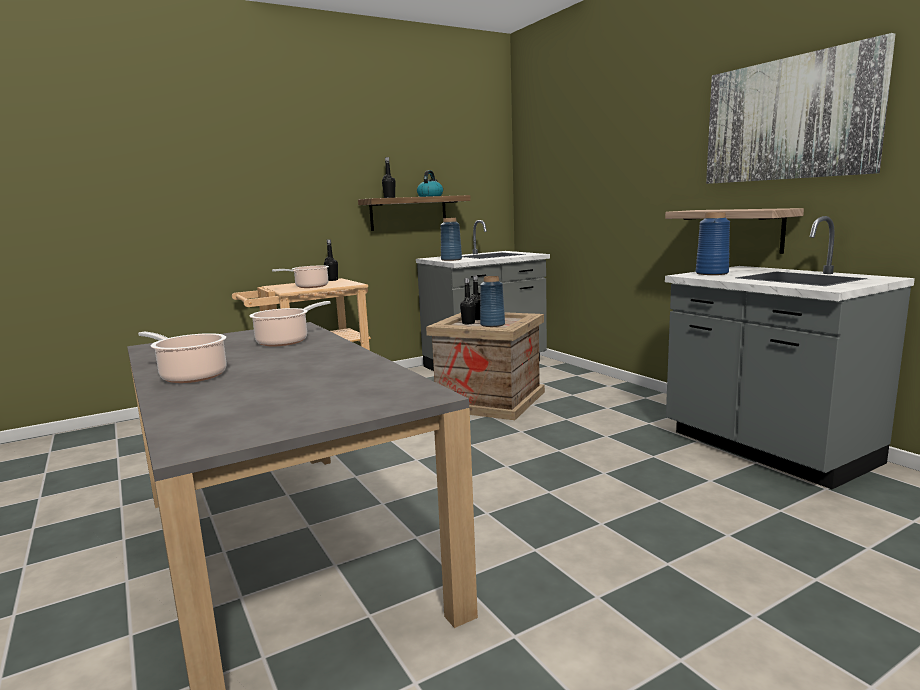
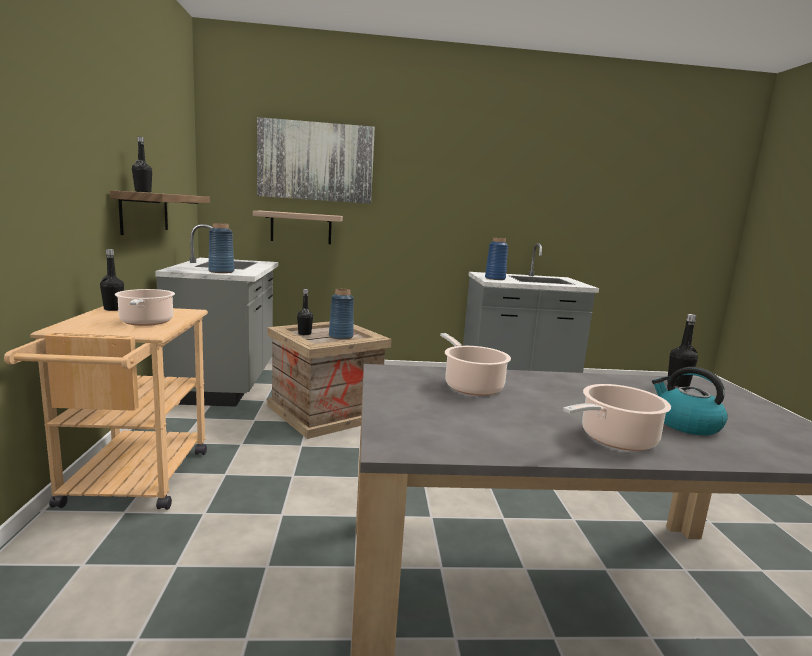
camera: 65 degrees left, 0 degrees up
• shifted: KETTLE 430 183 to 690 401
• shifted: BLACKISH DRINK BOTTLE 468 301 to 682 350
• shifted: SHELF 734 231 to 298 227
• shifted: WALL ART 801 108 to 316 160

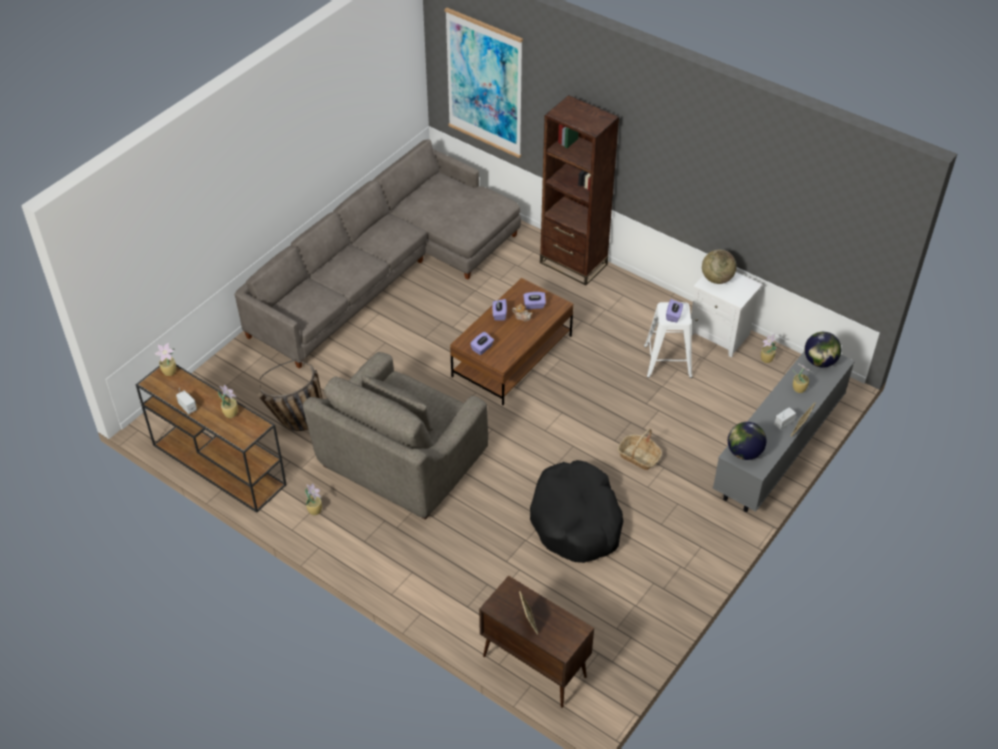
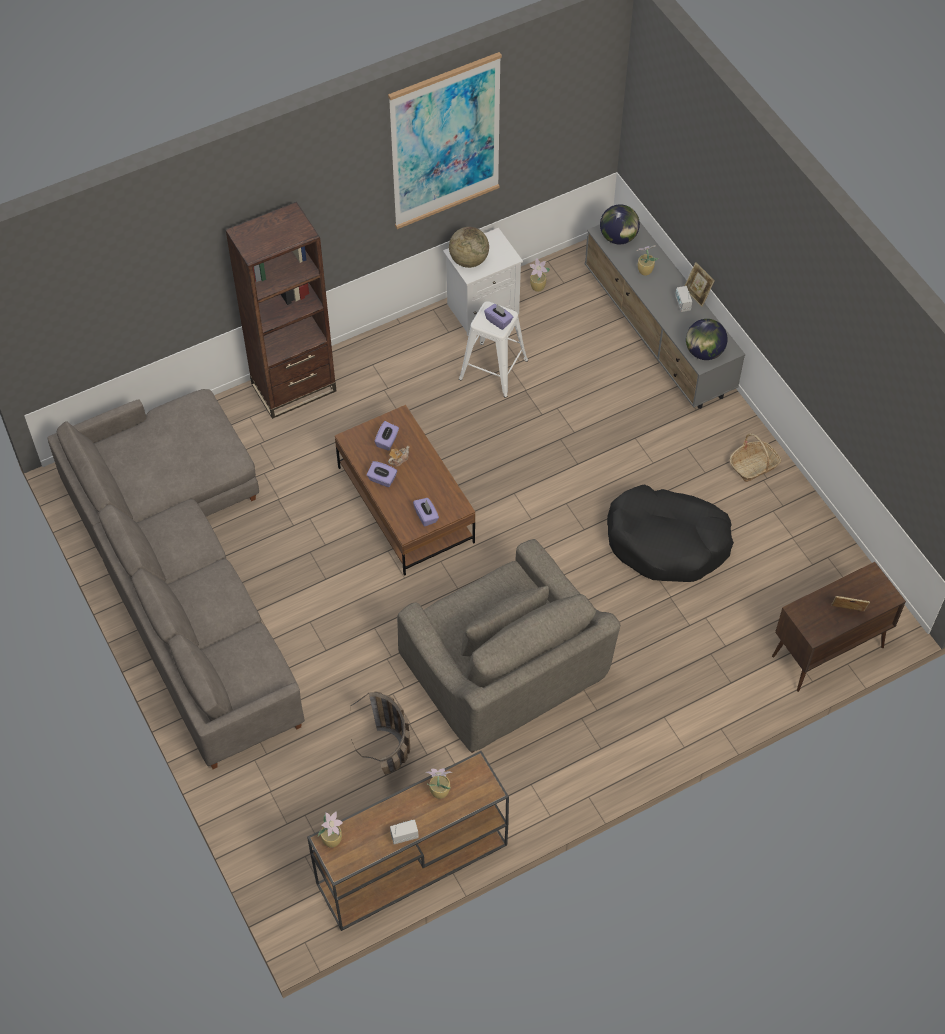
camera: 65 degrees left, 10 degrees up
• gone: HOUSEPLANT 313 499
• shifted: WALL ART 484 83 to 445 140
• shifted: HOUSEHOLD BASKET 640 449 to 755 457

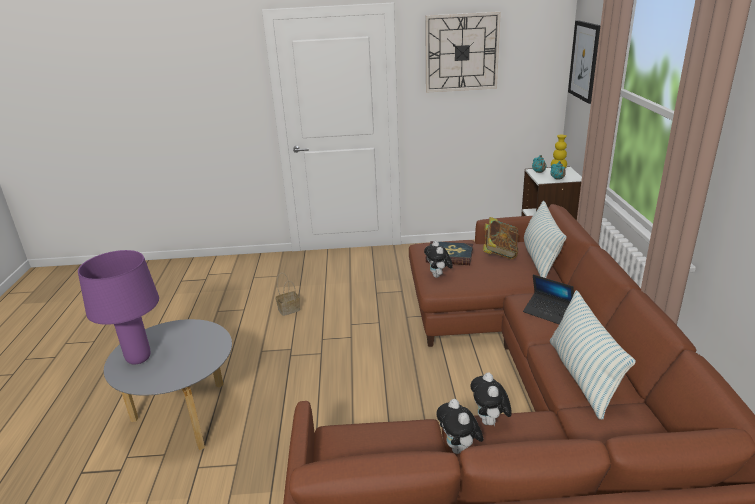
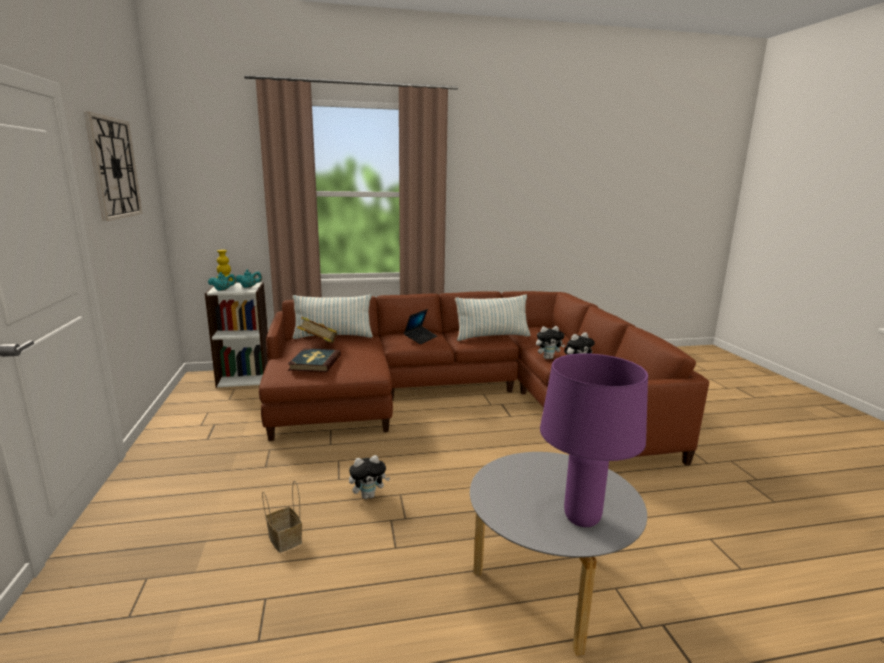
camera: 100 degrees left, 10 degrees down
• shifted: SOFT TOY 438 259 to 369 477
• gone: WALL ART 584 62

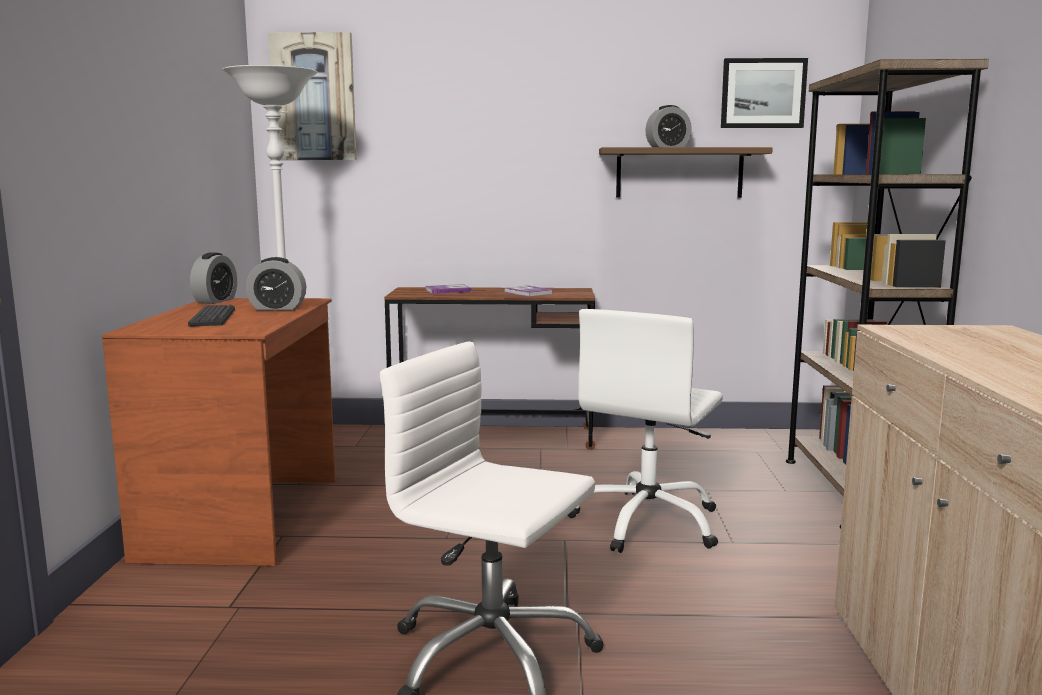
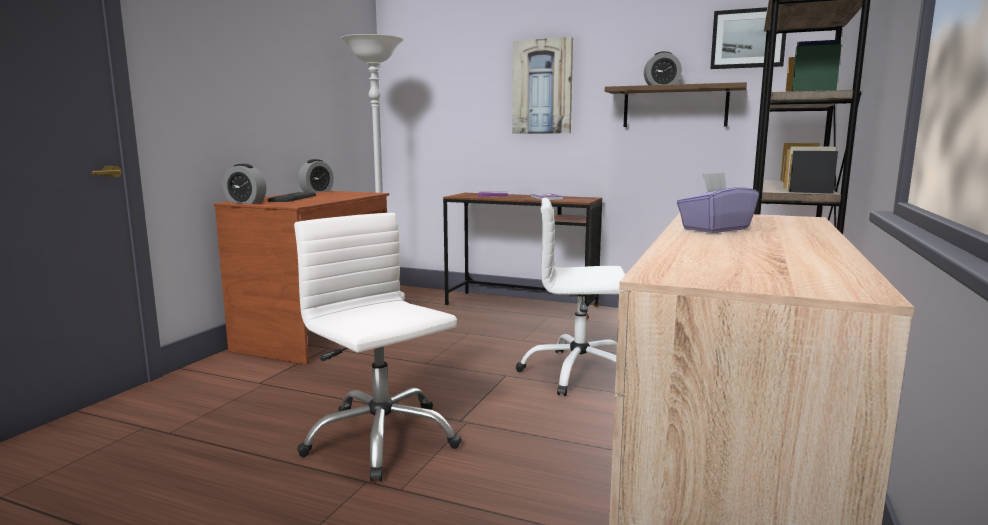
camera: 20 degrees right, 0 degrees up
• shifted: BEDSIDE CLOCK 276 283 to 244 184
• shifted: WALL ART 312 96 to 542 85
• rotated: WHITISH OFFICE CHAIR 645 431 = 571 297 45 degrees clockwise
• new: PURPLE-COLOURED TISSUE HOLDER 718 202

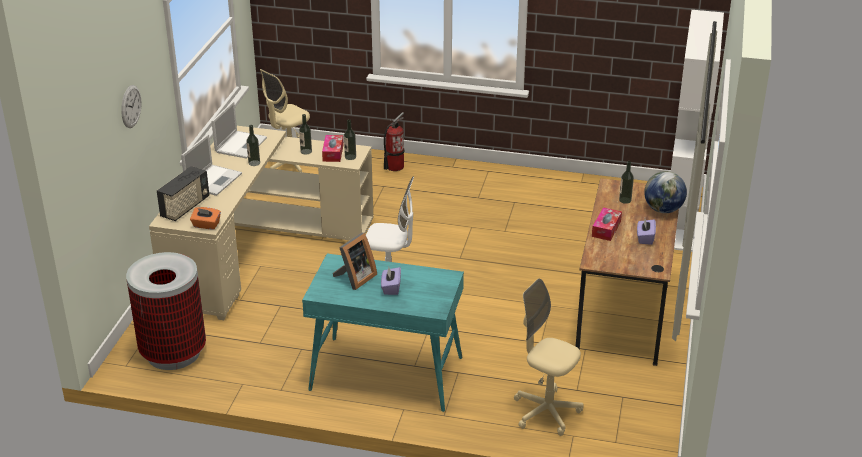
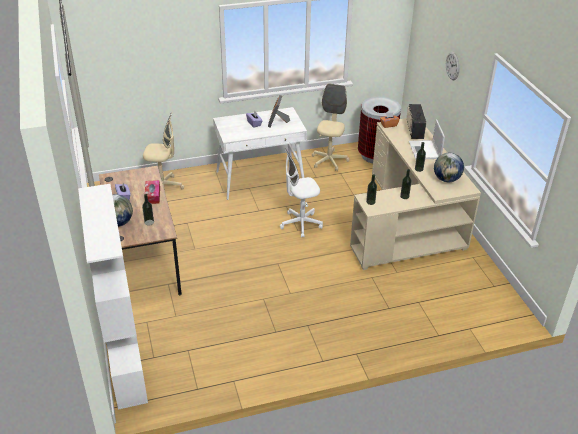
camera: 150 degrees right, 5 degrees up
• swapped: NOTEBOOK COMPUTER 239 130 to DESK GLOBE 449 167
• shifted: BEIGE-COLOURED OFFICE CHAIR 285 120 to 330 127
• repainted: TURQUOISE-COLOURED DESK UNIT 383 333 to WHITISH DESK UNIT 260 153
• gone: TISSUE HOLDER 332 148
• gone: EXTINGUISHER 394 141

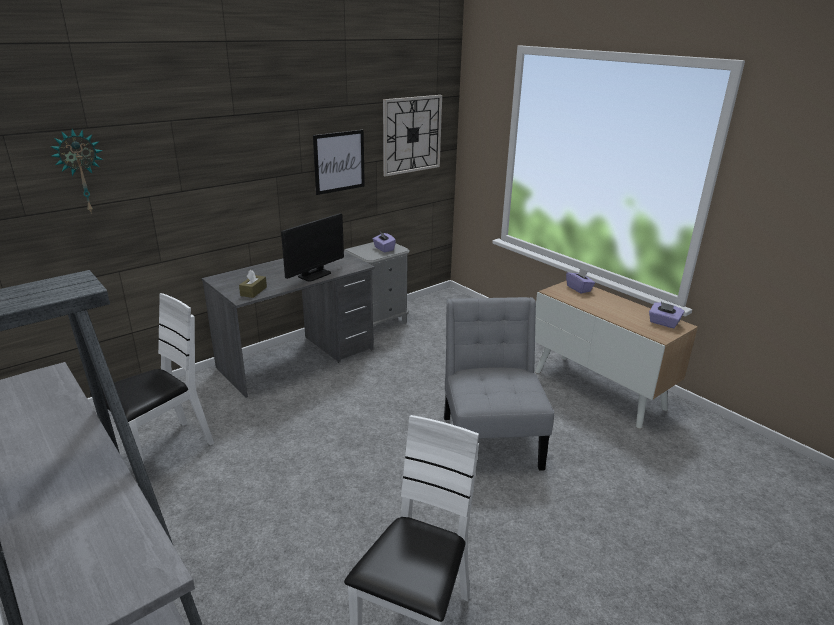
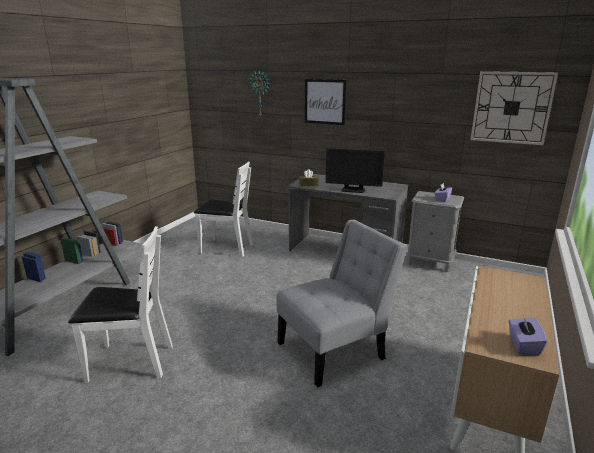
camera: 65 degrees right, 5 degrees down
• shifted: WALL ART 339 162 to 325 102
• gone: PURPLE-COLOURED TISSUE HOLDER 580 281

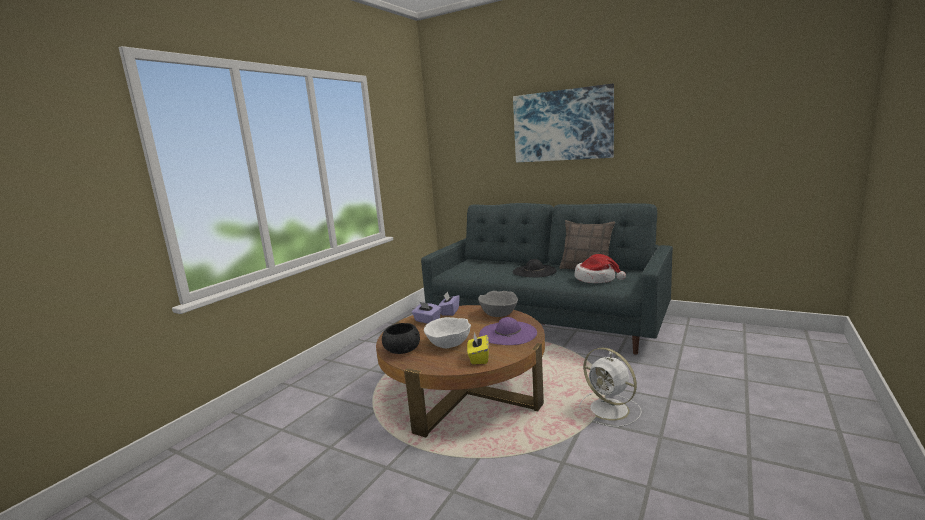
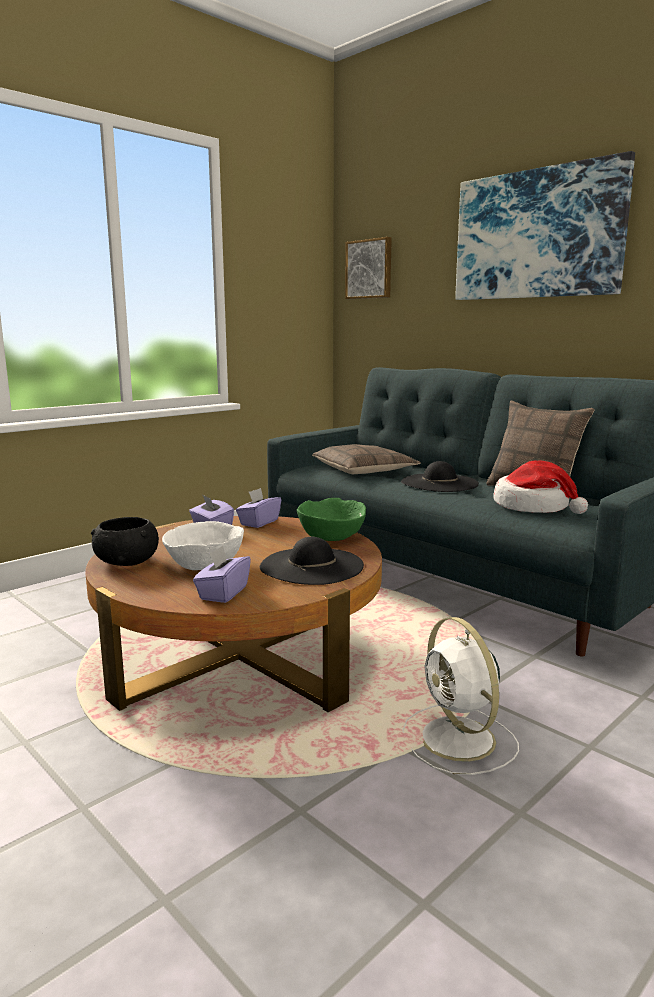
camera: 15 degrees right, 0 degrees up
• repainted: YELLOW-COLOURED TISSUE HOLDER 478 348 to PURPLE-COLOURED TISSUE HOLDER 222 574
• repainted: GRAY DEEP DISH 498 304 to GREEN-COLOURED DEEP DISH 331 519
• repainted: PURPLE-COLOURED CLOTHING HAT 508 331 to BLACKISH CLOTHING HAT 312 561
• new: THROW PILLOW 366 459
• new: WALL ART 368 268

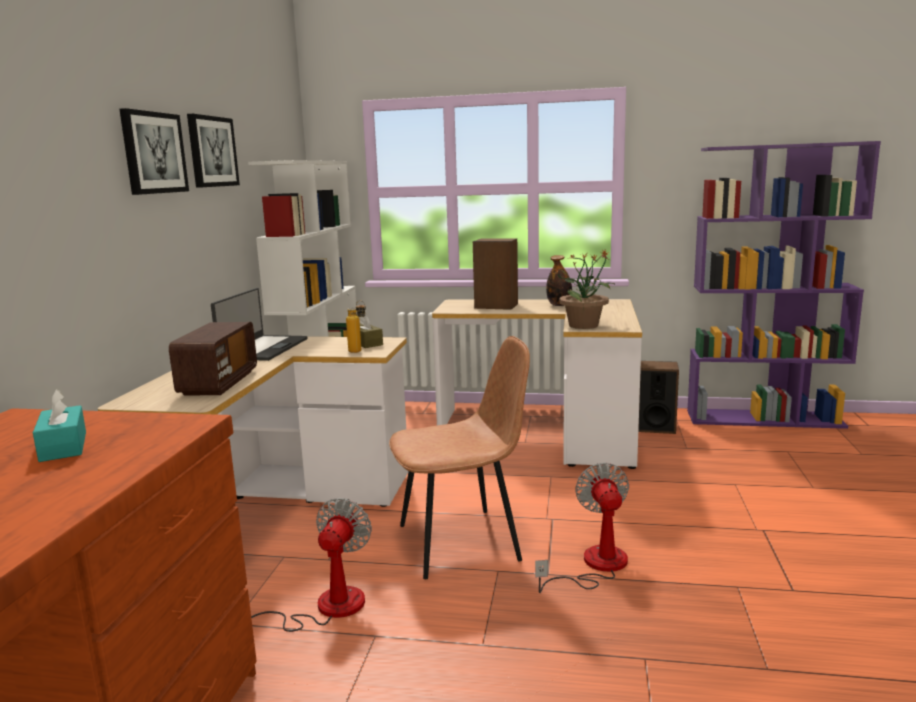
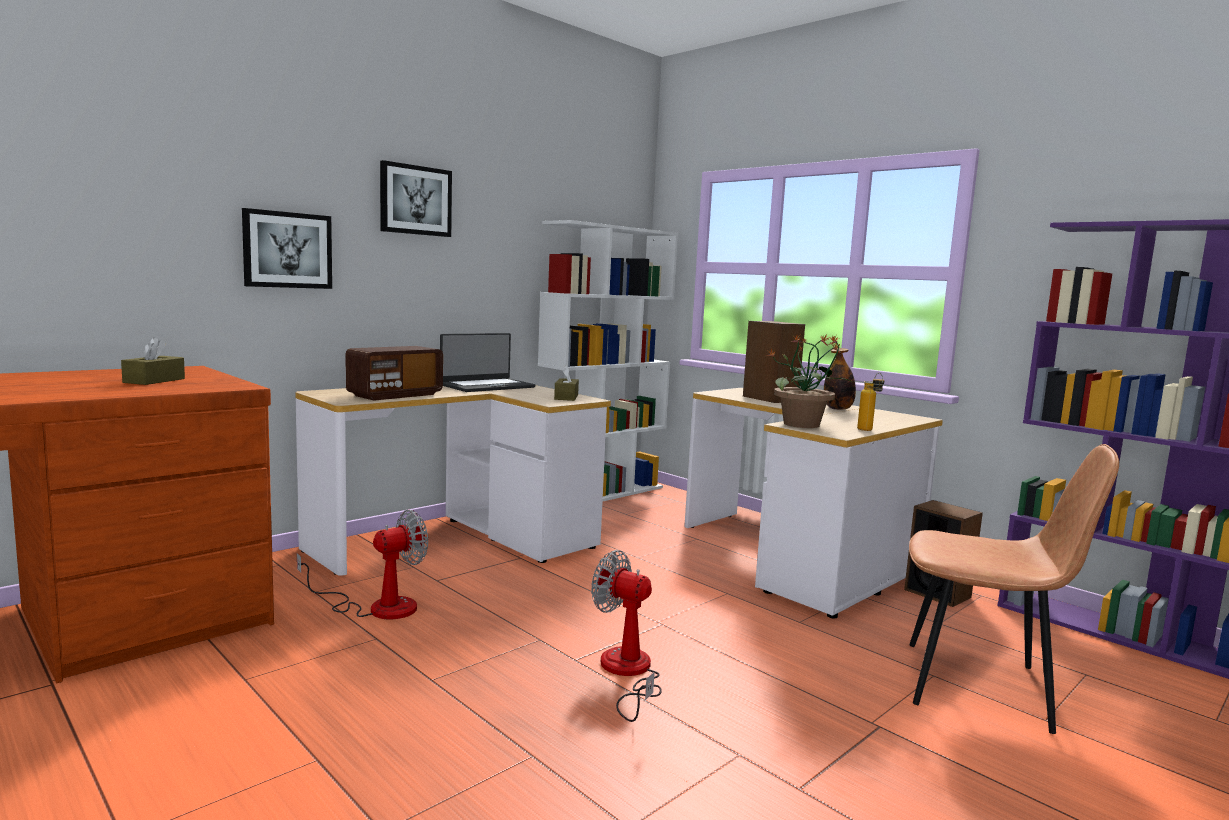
camera: 35 degrees right, 5 degrees down
• repainted: TURQUOISE-COLOURED TISSUE HOLDER 59 425 to BROWN TISSUE HOLDER 153 361
• shifted: WALL ART 213 151 to 287 248
• shifted: DRINK BOTTLE 356 326 to 870 402
• shifted: BROWN PLAIN CHAIR 459 457 to 1014 589
• rotated: FAN 582 527 = 626 636 90 degrees counterclockwise

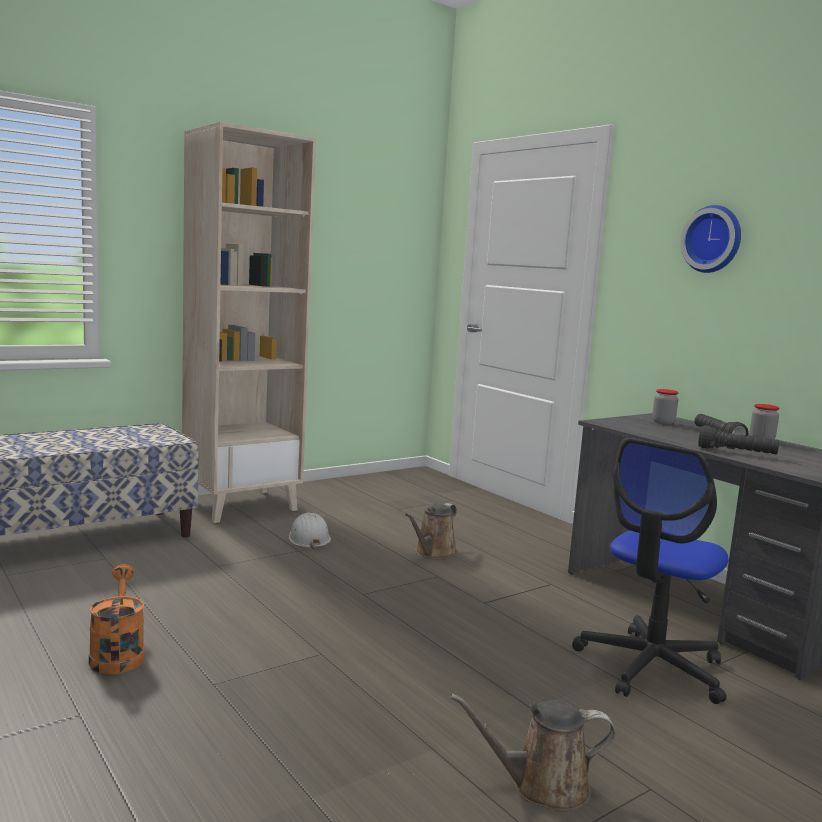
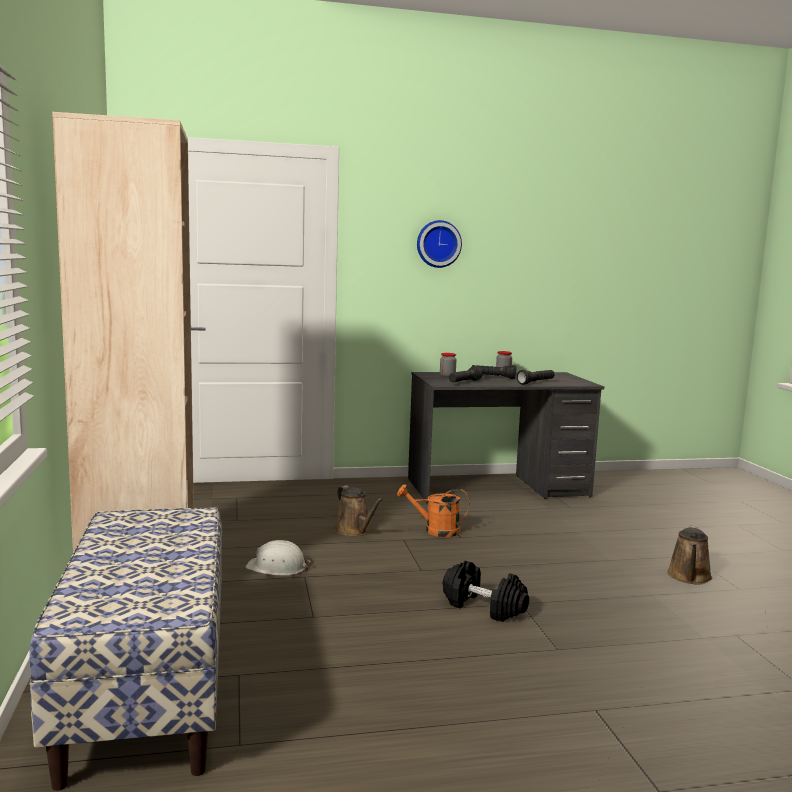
camera: 65 degrees left, 0 degrees up
• shifted: ORANGE WATERING POT 116 619 to 433 510
• gone: OFFICE CHAIR 650 571
• new: BLACKISH HAND WEIGHT 486 591
• new: BLACKISH FLASHLIGHT 466 374

